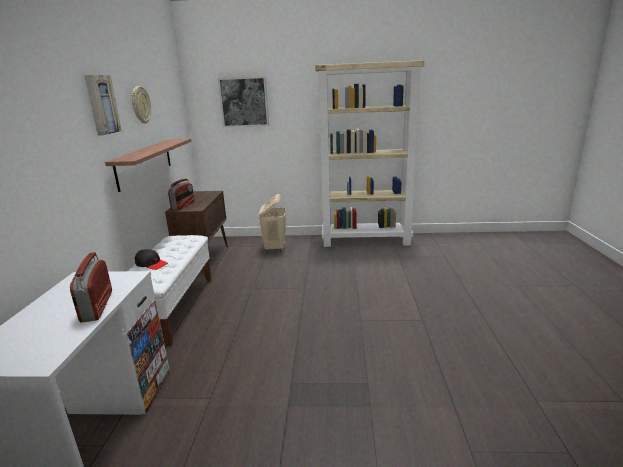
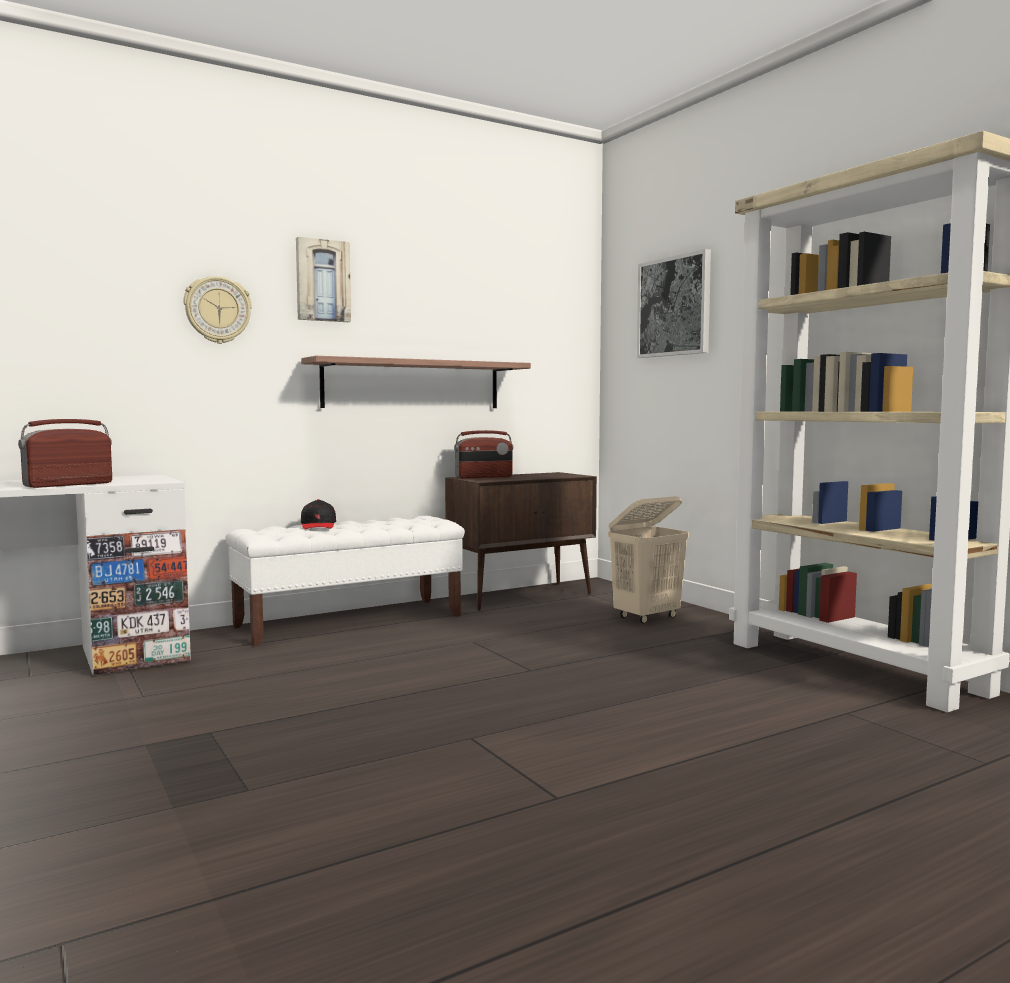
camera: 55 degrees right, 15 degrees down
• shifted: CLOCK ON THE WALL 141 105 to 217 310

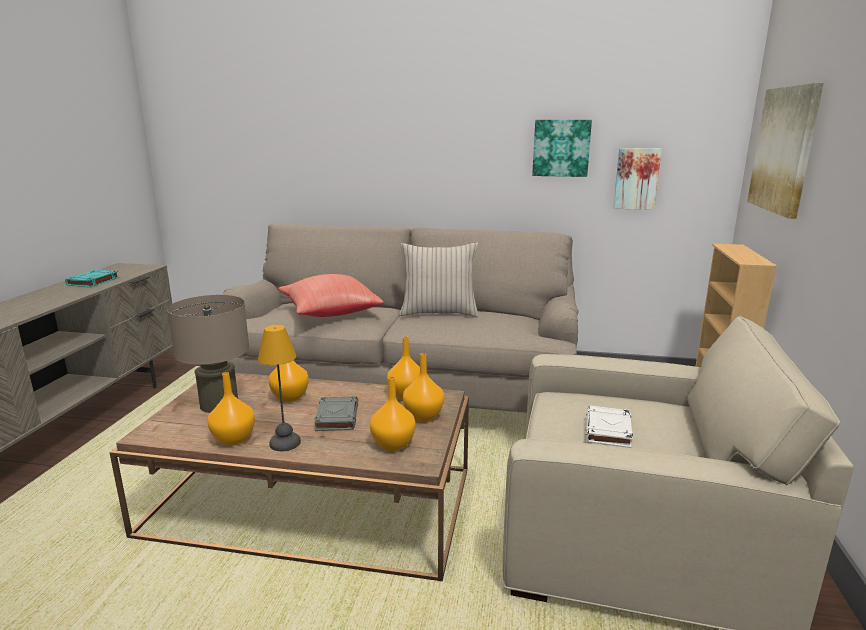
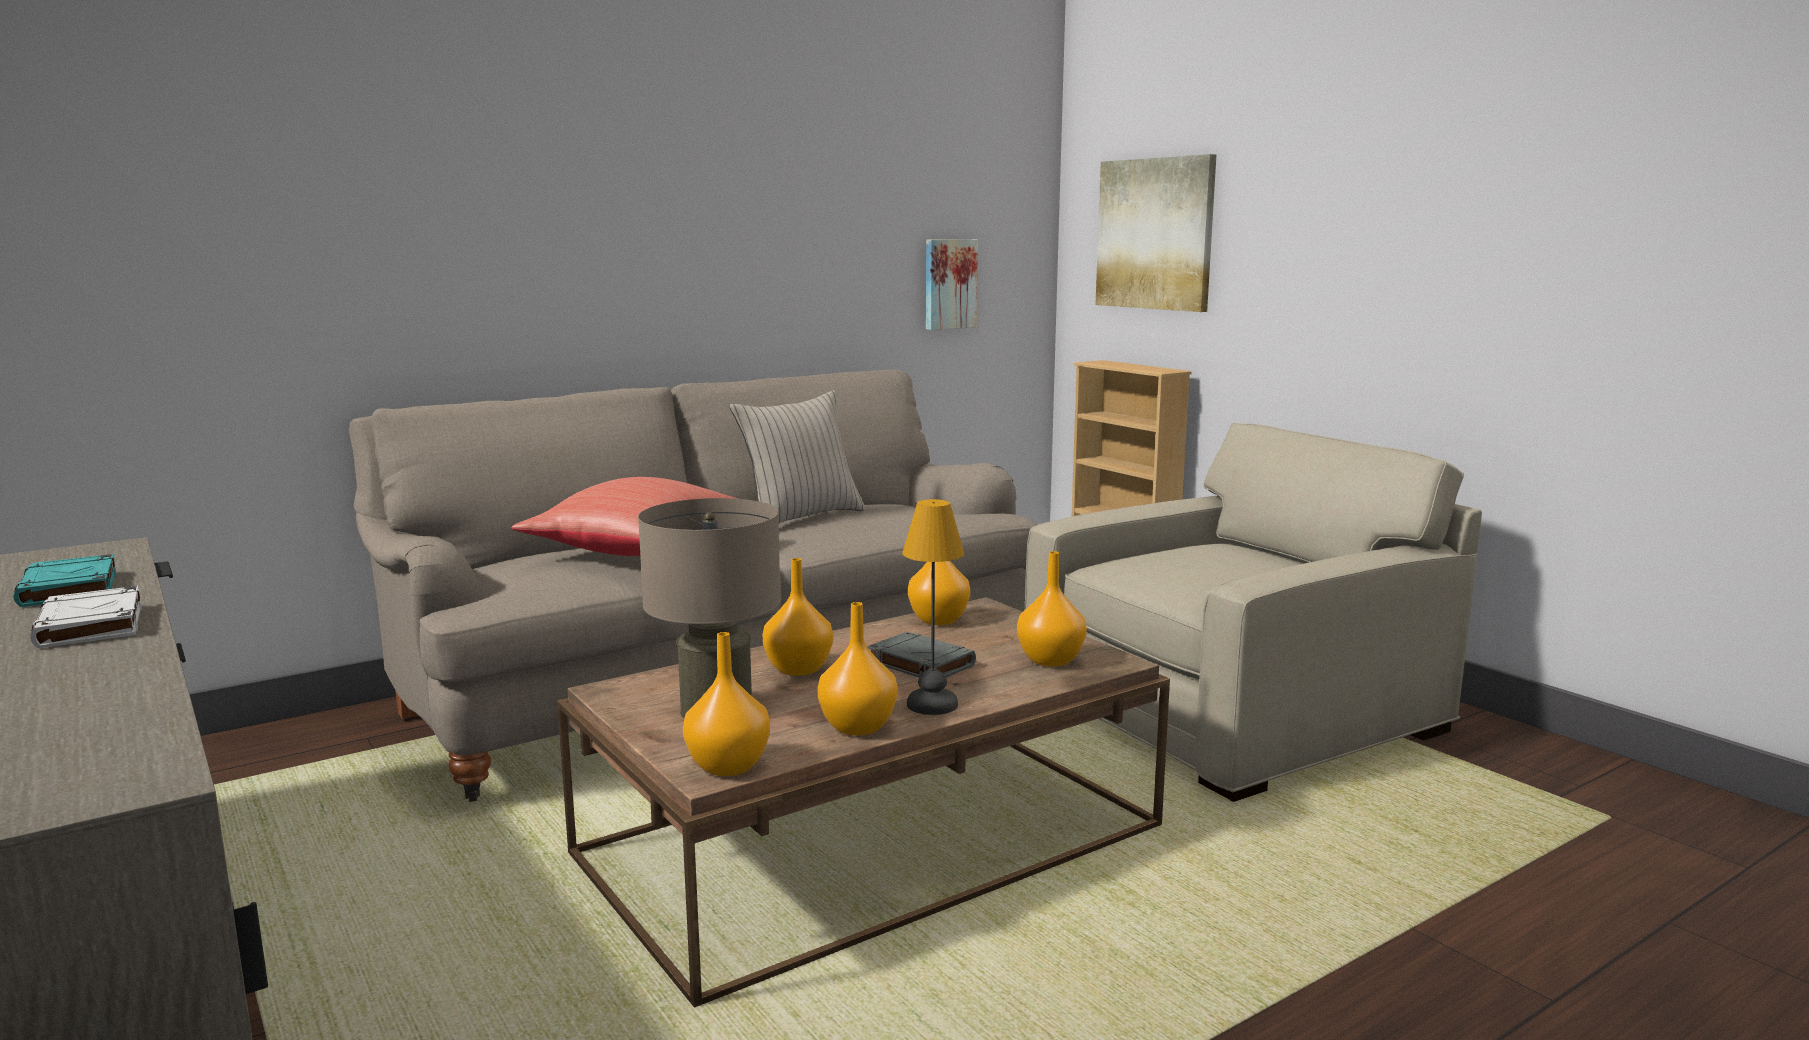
camera: 45 degrees left, 5 degrees down
• shifted: ORANGE VASE 423 387 to 726 704
• gone: WALL ART 562 148
• shifted: WHITISH VOLUME 609 427 to 86 617

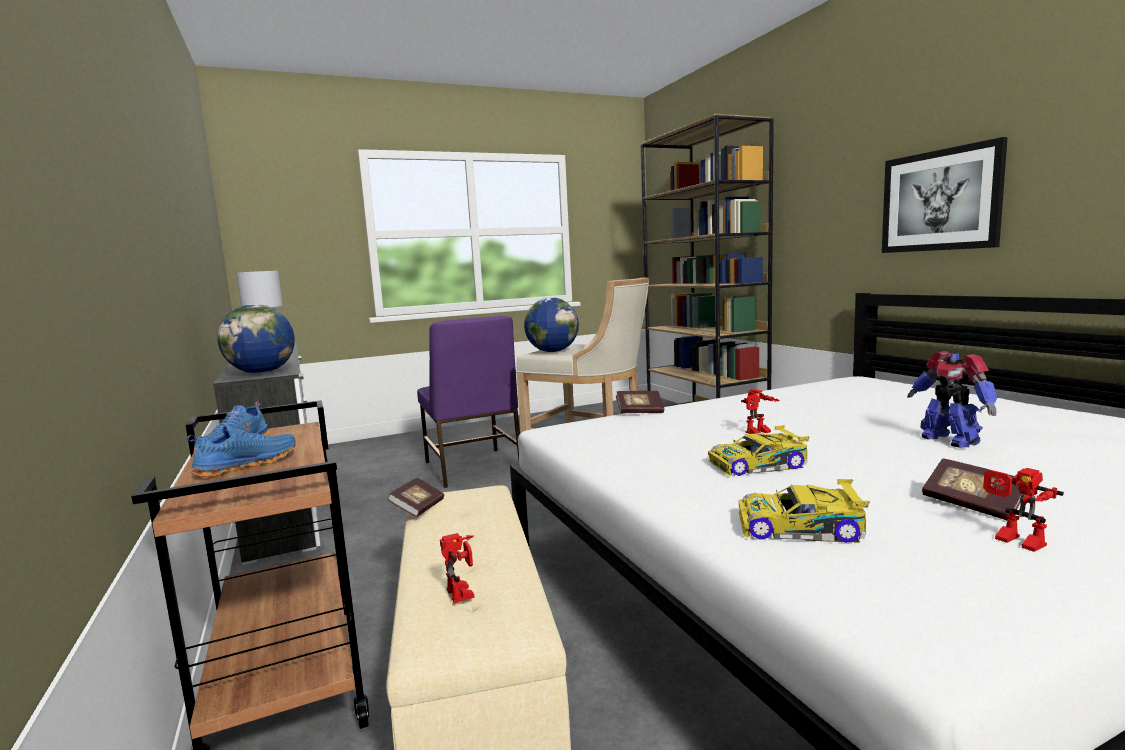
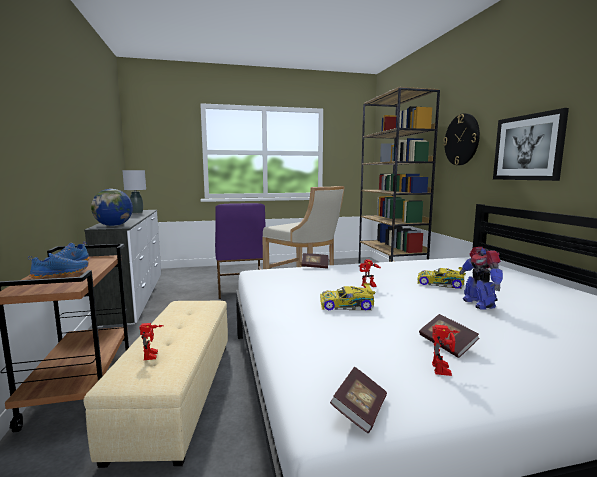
camera: 10 degrees right, 0 degrees up
• shifted: VOLUME 415 497 to 358 400
• gone: DESK GLOBE 551 324
• shifted: MINIATURE CAR 804 511 to 441 278
• rotated: MODEL ROBOT 1023 510 = 445 350 150 degrees counterclockwise
• new: CLOCK ON THE WALL 461 139

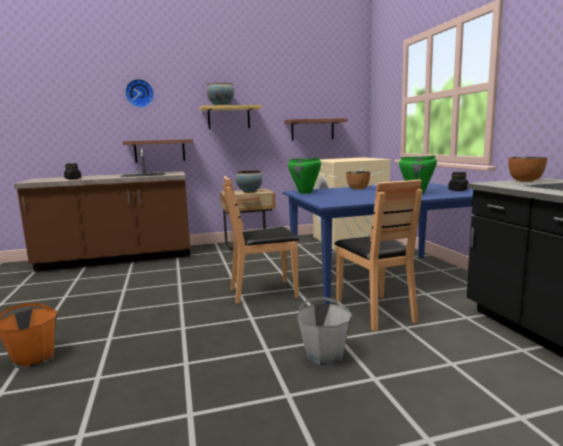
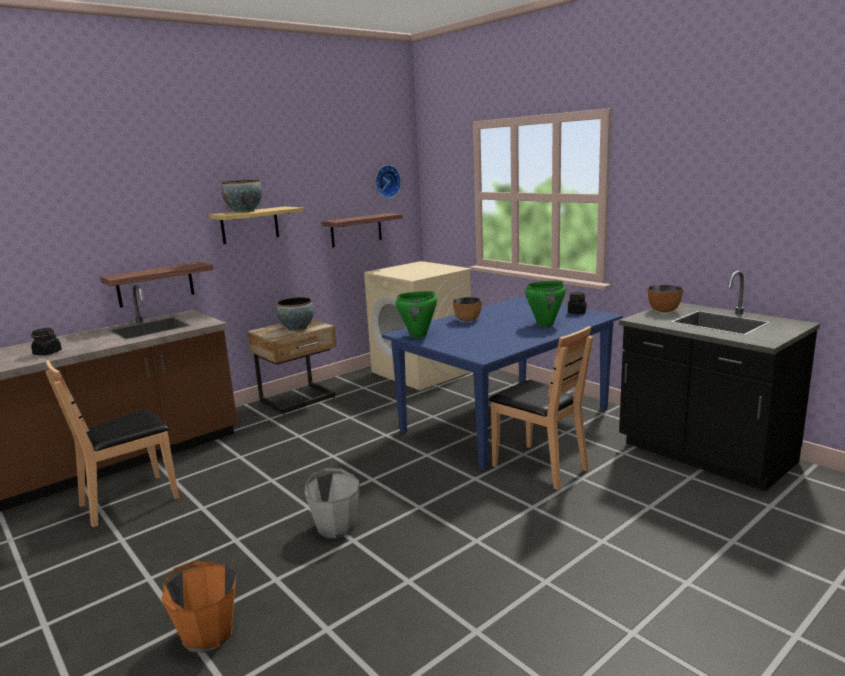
camera: 25 degrees left, 5 degrees up
• shifted: CLOCK ON THE WALL 139 93 to 388 182
• shifted: BROWN PLAIN CHAIR 261 240 to 112 443
• shifted: GRAY WATER BUCKET 324 330 to 332 503

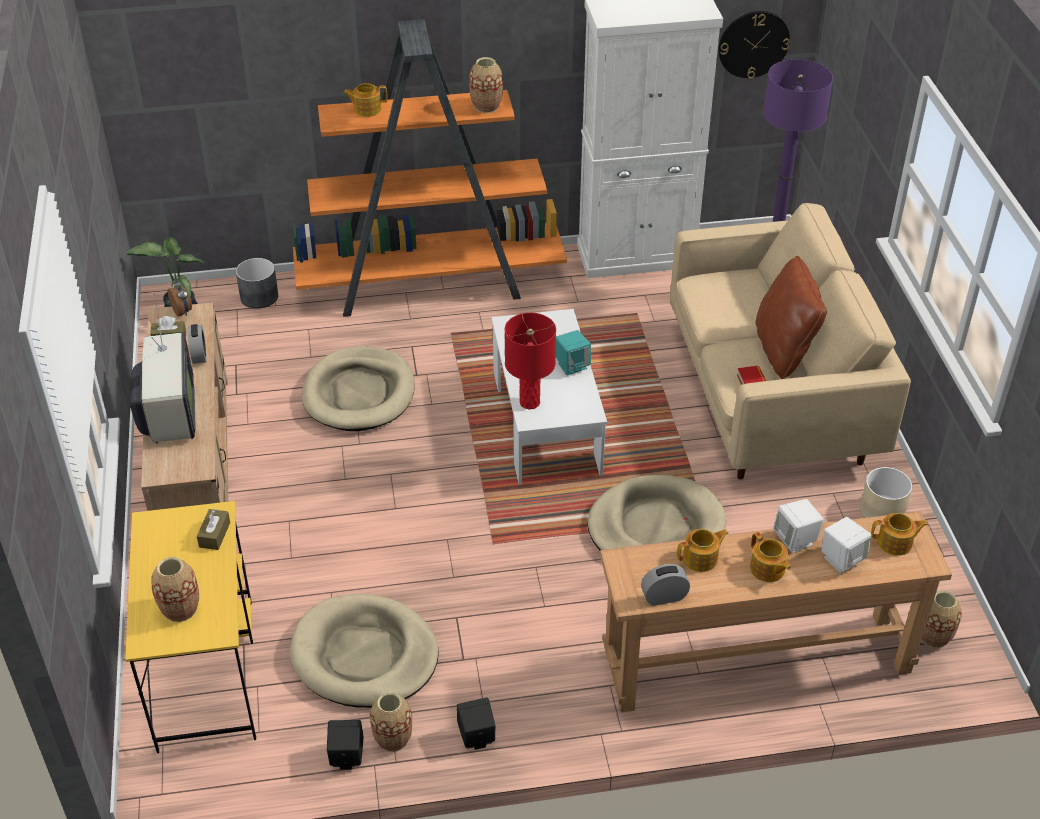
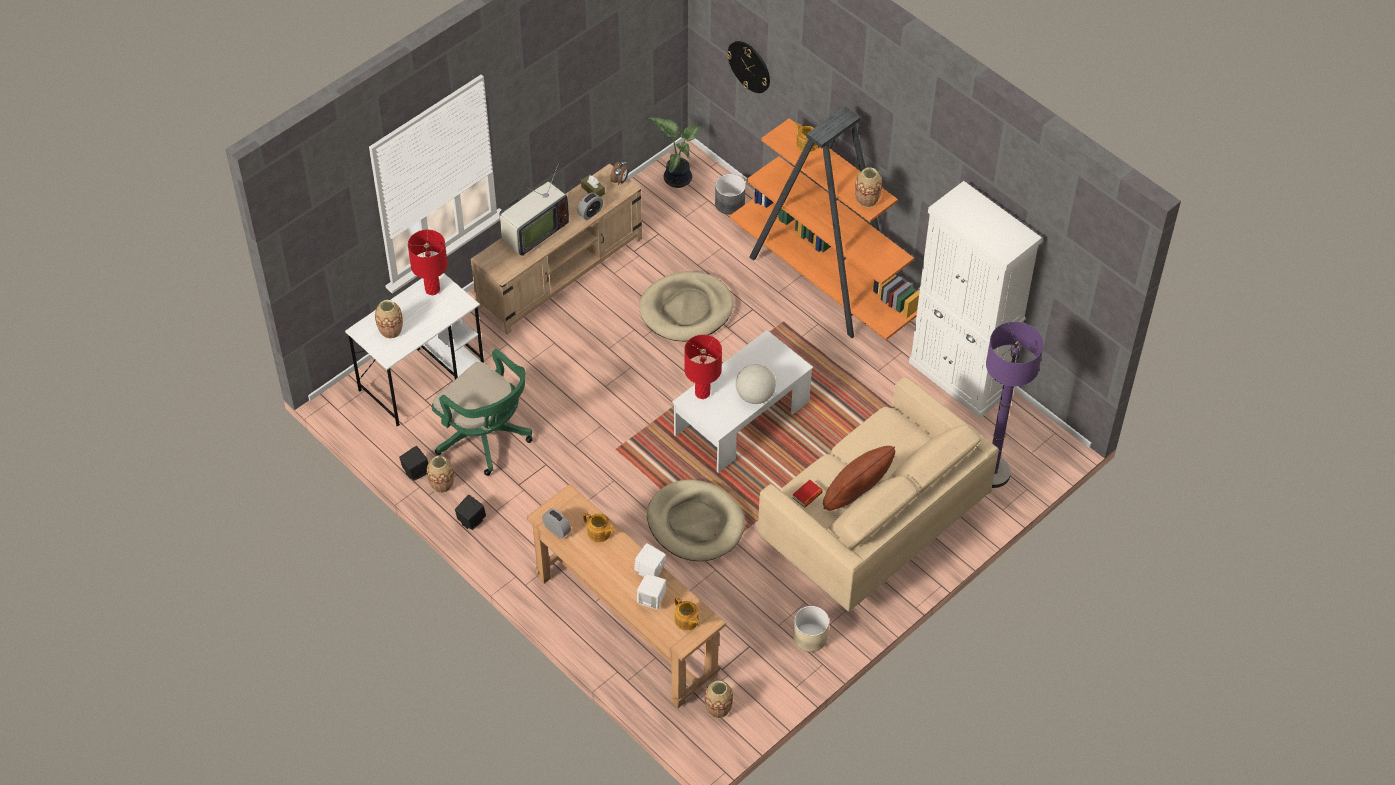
camera: 55 degrees right, 10 degrees up
• repainted: YELLOW-COLOURED DESK UNIT 190 627 to WHITISH DESK UNIT 414 350
• gone: BROWN TISSUE HOLDER 213 529
• swapped: BEIGE-COLOURED DOG CUSHION 364 651 to GREEN-COLOURED OFFICE CHAIR 482 412
• swapped: TURQUOISE-COLOURED SPEAKER 573 352 to DESK GLOBE 756 384
• shifted: CLOCK ON THE WALL 754 45 to 748 67
• gone: TEA POT 770 557
• new: REDDISH LAMP FOR A TABLE 428 262

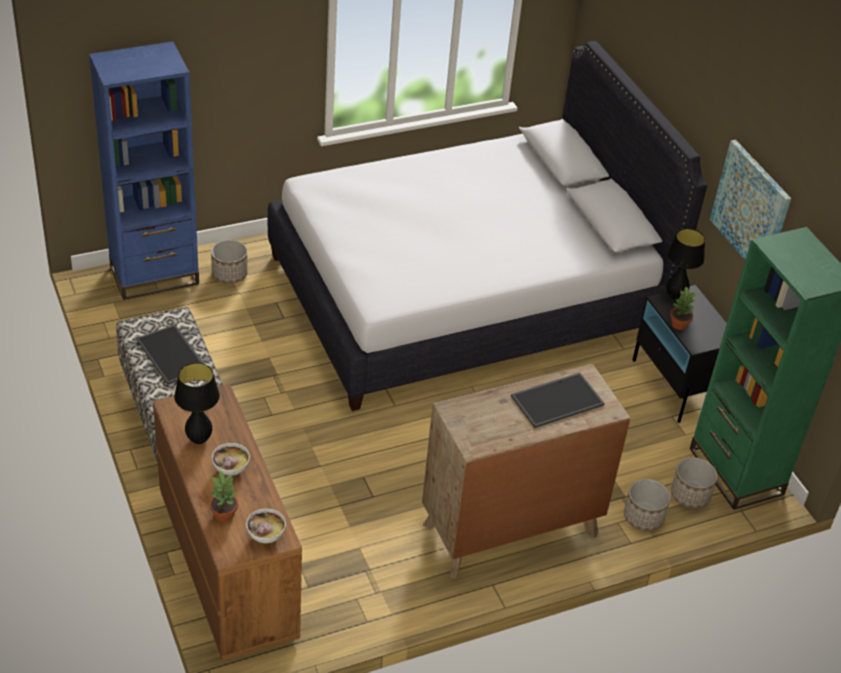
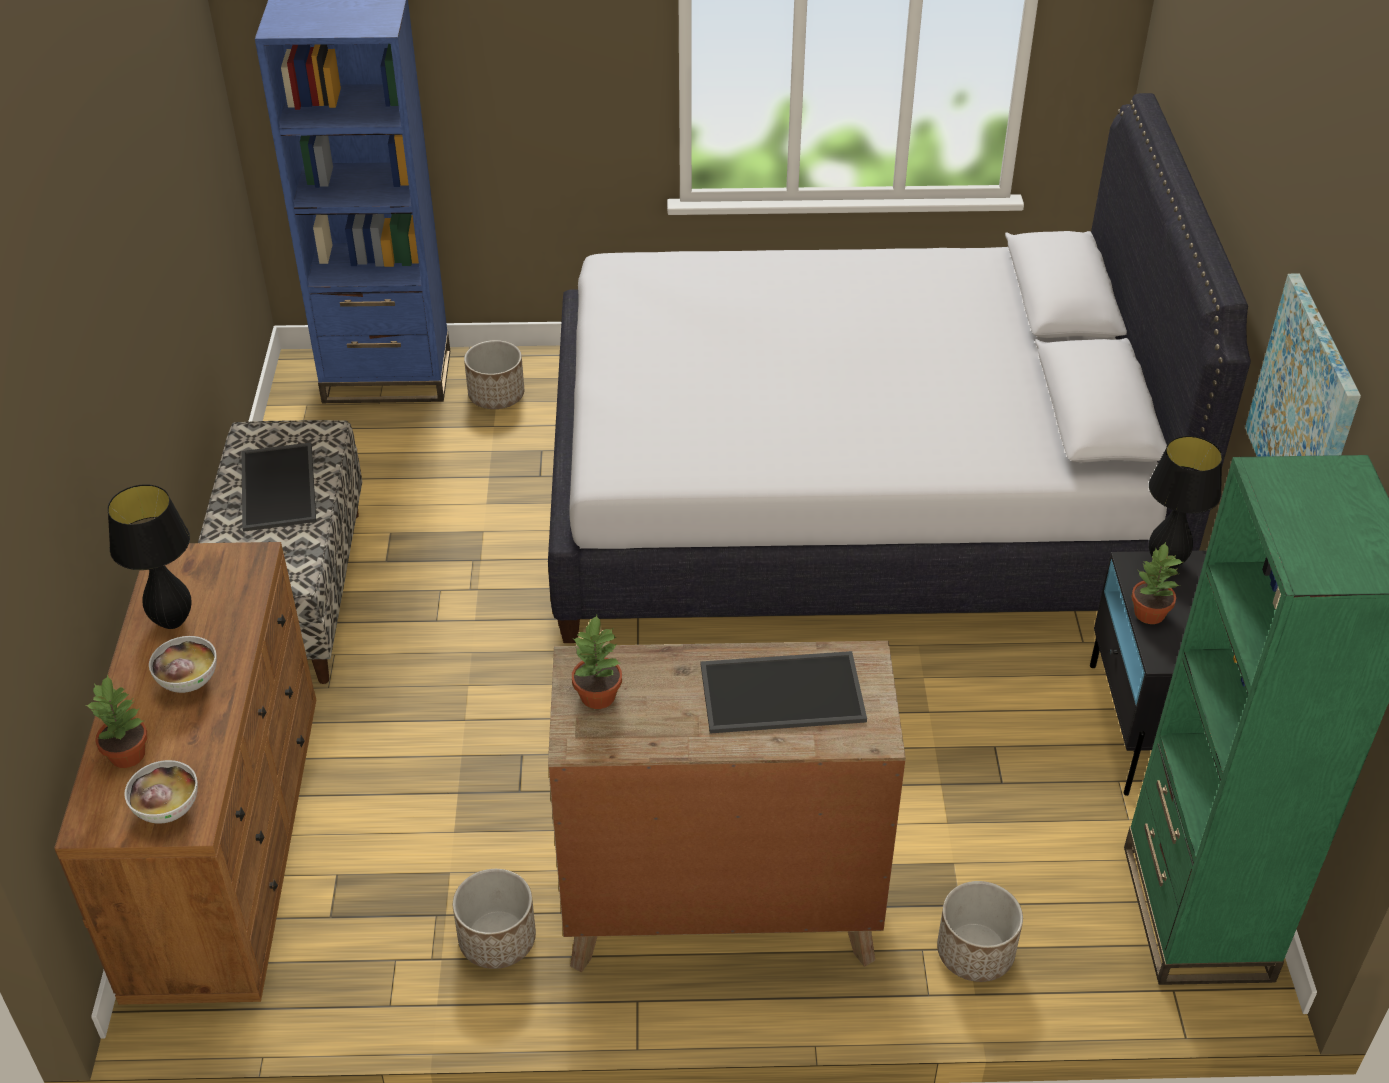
camera: 25 degrees right, 0 degrees up
• shifted: PLANT POT 694 482 to 494 919
• new: HOUSEPLANT 597 662

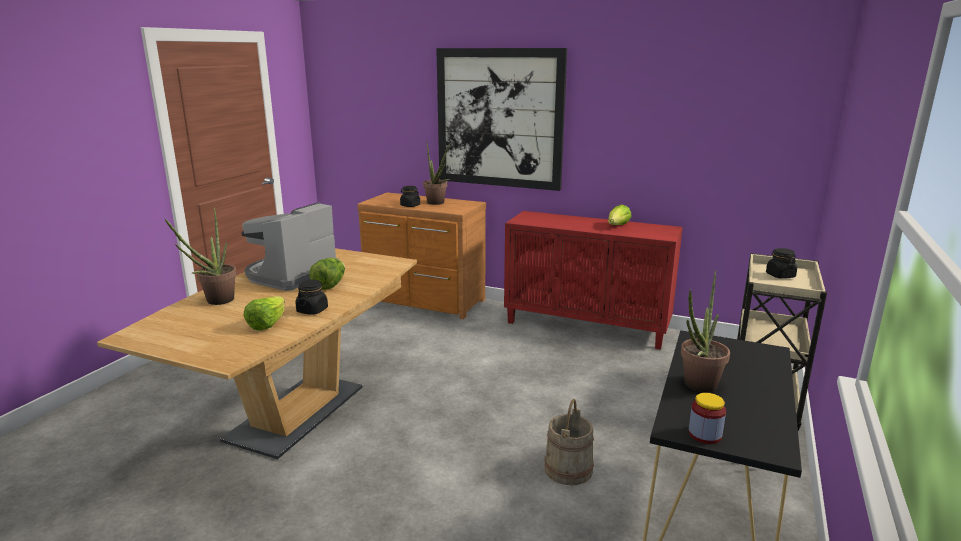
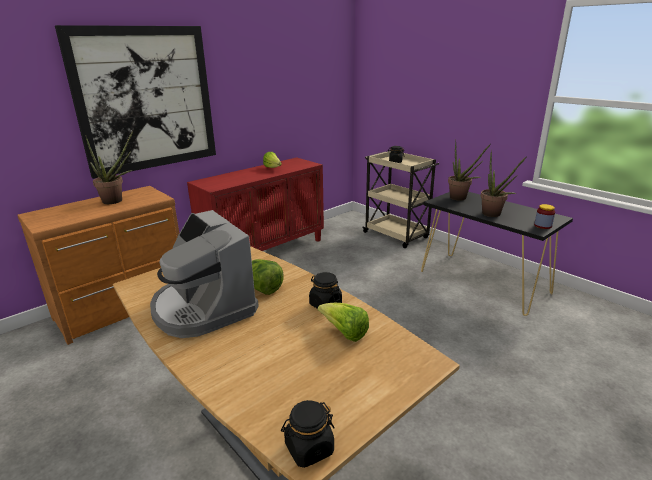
camera: 65 degrees left, 5 degrees up
• shifted: HOUSEPLANT 201 256 to 469 171
• shifted: BLACKISH STORAGE JAR 410 196 to 308 434
• gone: BEIGE-COLOURED WATER BUCKET 569 442

